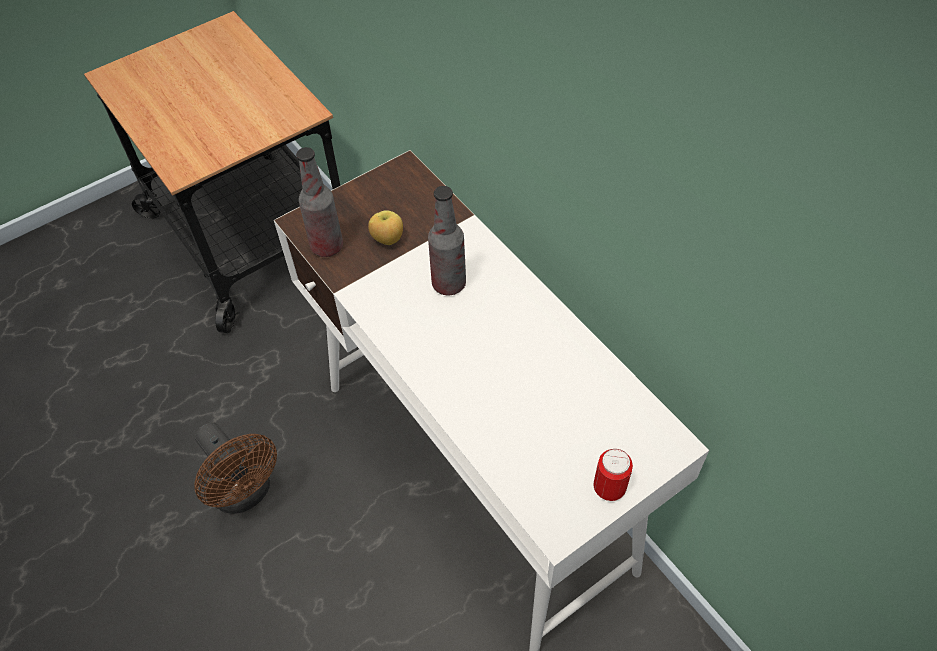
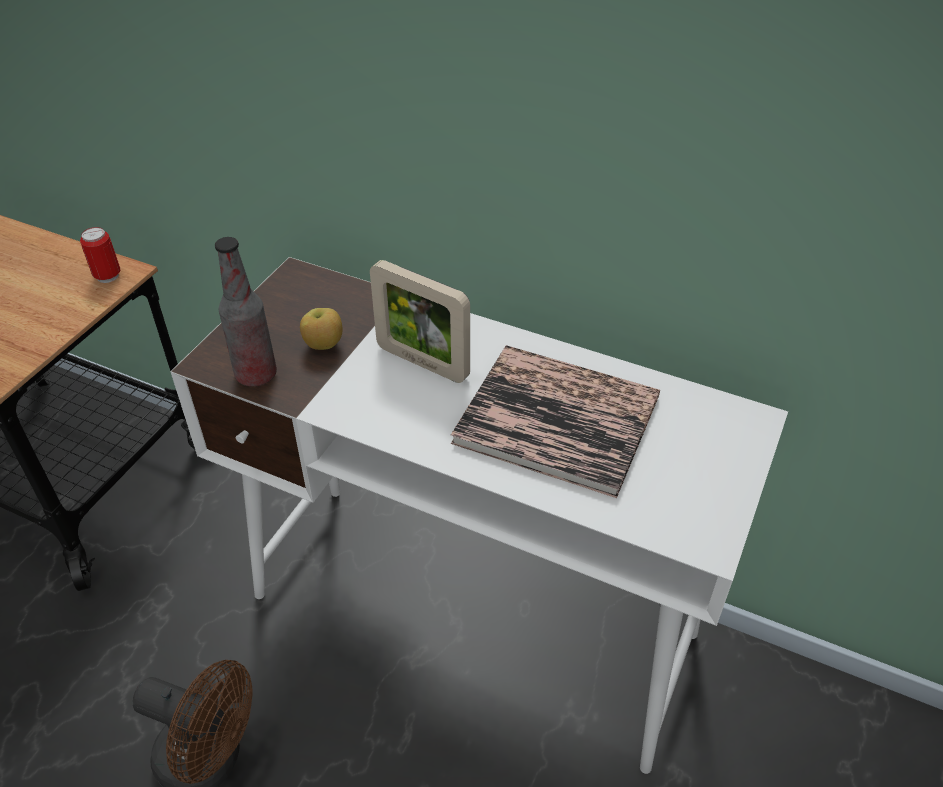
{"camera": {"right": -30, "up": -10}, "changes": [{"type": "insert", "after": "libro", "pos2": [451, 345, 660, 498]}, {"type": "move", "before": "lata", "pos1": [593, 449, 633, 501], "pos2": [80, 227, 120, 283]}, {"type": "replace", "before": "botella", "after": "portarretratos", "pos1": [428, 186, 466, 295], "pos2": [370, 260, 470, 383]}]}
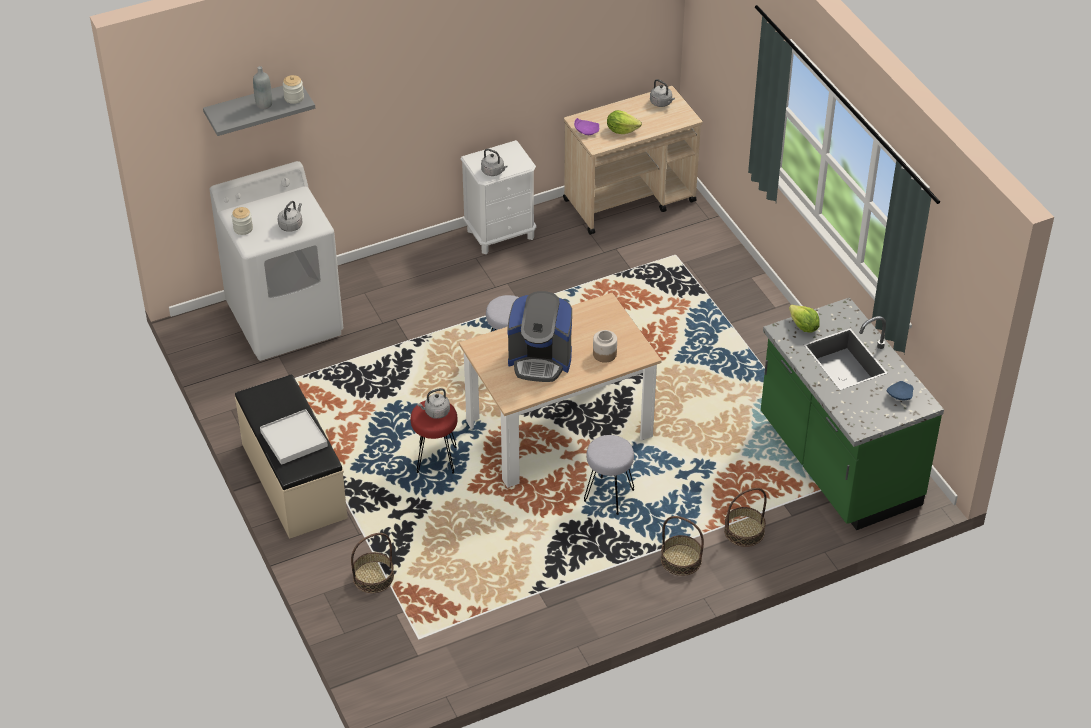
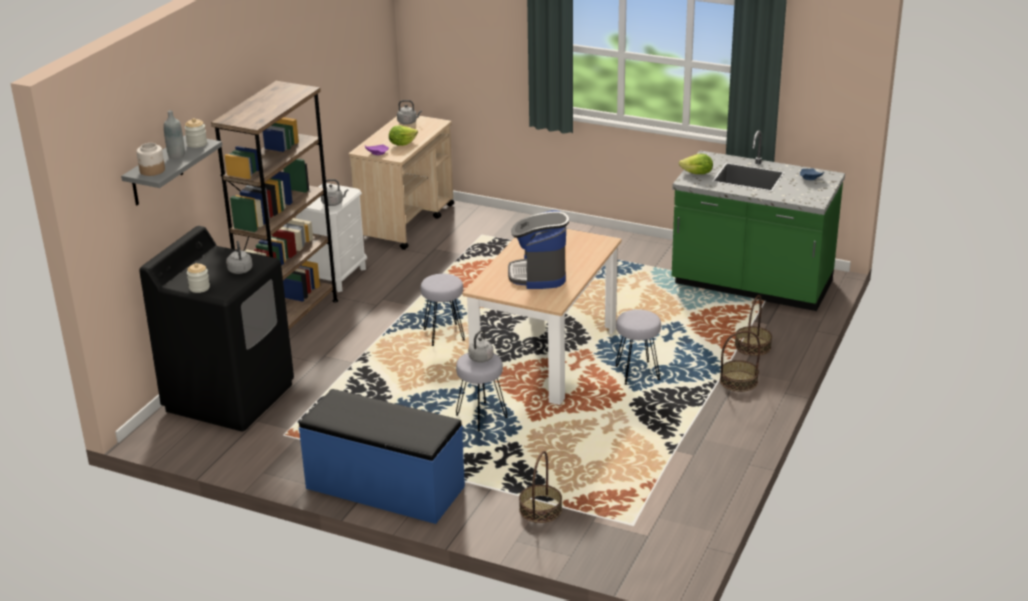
{"camera": {"right": -40, "up": -15}, "changes": [{"type": "delete", "before": "bandeja [blanco]", "pos1": [260, 409, 328, 465]}, {"type": "insert", "after": "estantería [marrón]", "pos2": [211, 81, 338, 329]}, {"type": "move", "before": "tarro", "pos1": [593, 330, 617, 363], "pos2": [136, 143, 165, 176]}, {"type": "recolor", "before": "lavadora [blanco]", "after": "lavadora [negro]", "pos1": [209, 161, 343, 361], "pos2": [139, 226, 294, 432]}, {"type": "recolor", "before": "banco [beis]", "after": "banco [azul]", "pos1": [235, 375, 348, 539], "pos2": [299, 389, 465, 524]}, {"type": "recolor", "before": "taburete [rojo]", "after": "taburete [gris]", "pos1": [411, 400, 458, 474], "pos2": [456, 353, 508, 432]}, {"type": "rotate", "before": "cafetera", "pos1": [507, 291, 572, 382], "pos2": [508, 210, 569, 289], "turn": 120}]}
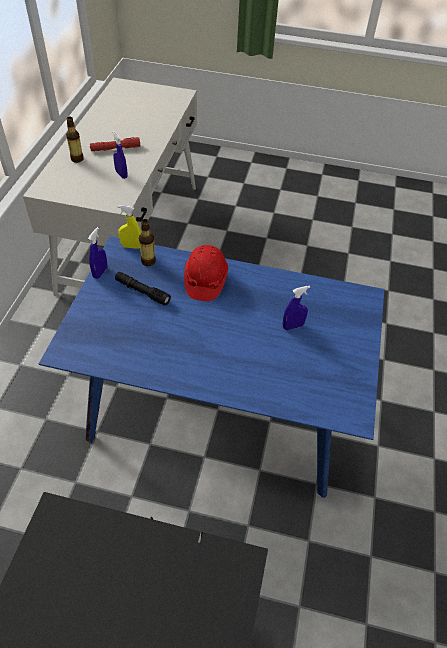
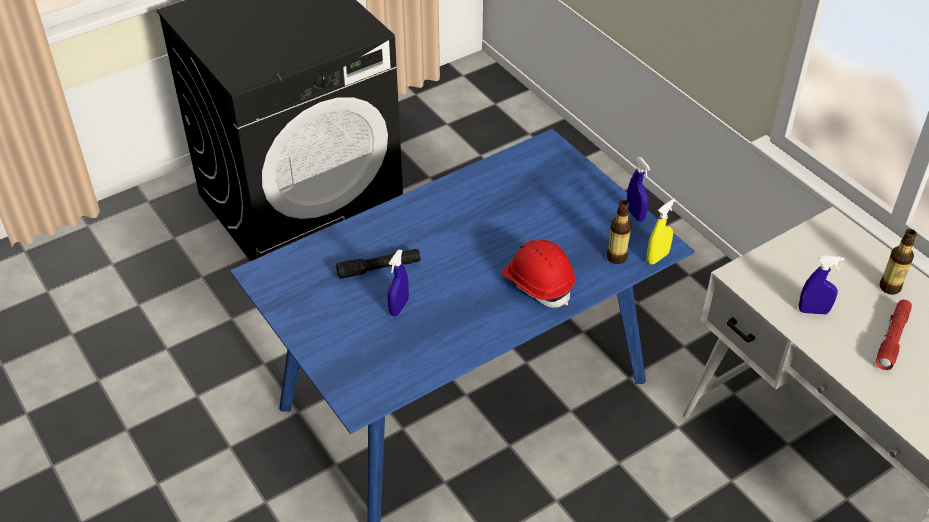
{"camera": {"right": 135, "up": -5}, "changes": [{"type": "move", "before": "linterna [negro]", "pos1": [115, 272, 171, 305], "pos2": [336, 249, 421, 279]}]}
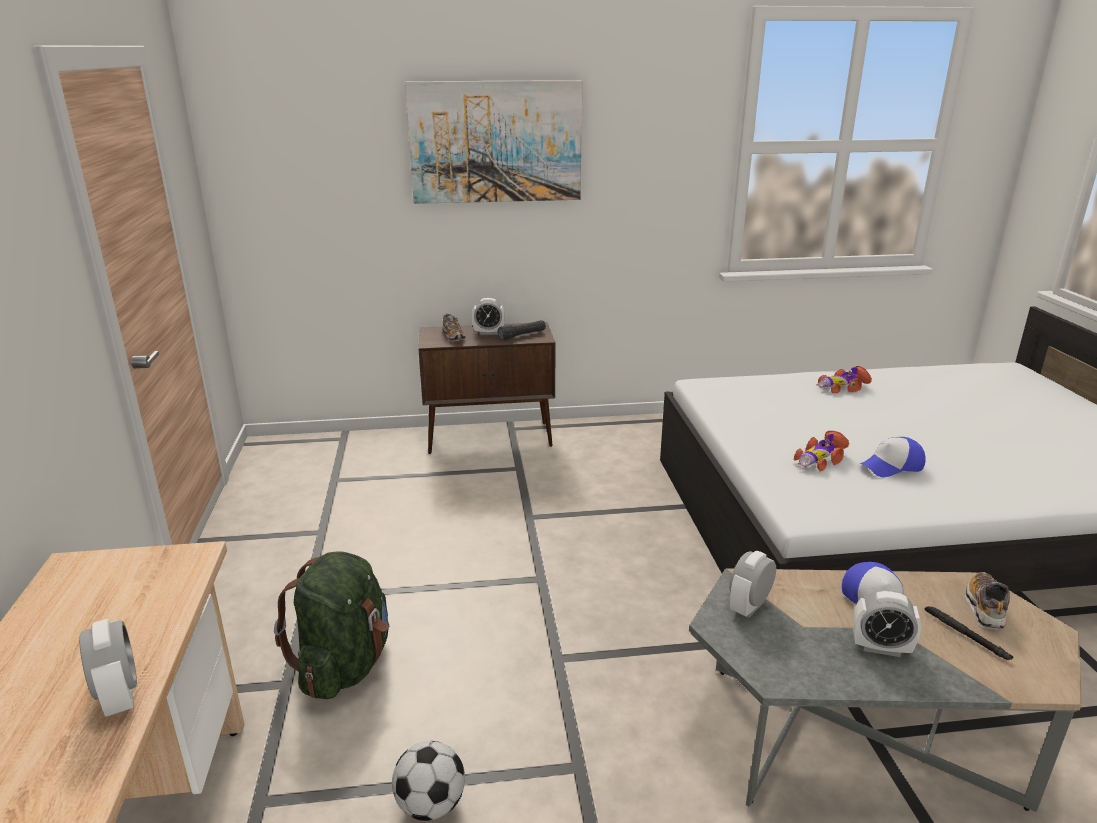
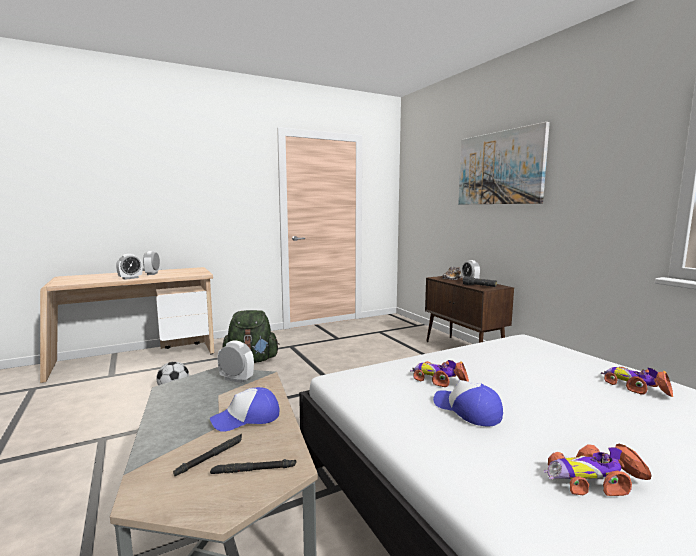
{"camera": {"right": 70, "up": -15}, "changes": [{"type": "insert", "after": "coche de juguete", "pos2": [544, 444, 652, 496]}, {"type": "move", "before": "despertador", "pos1": [853, 590, 922, 657], "pos2": [143, 251, 160, 275]}, {"type": "replace", "before": "zapato", "after": "linterna [negro]", "pos1": [965, 572, 1010, 630], "pos2": [210, 459, 297, 474]}]}
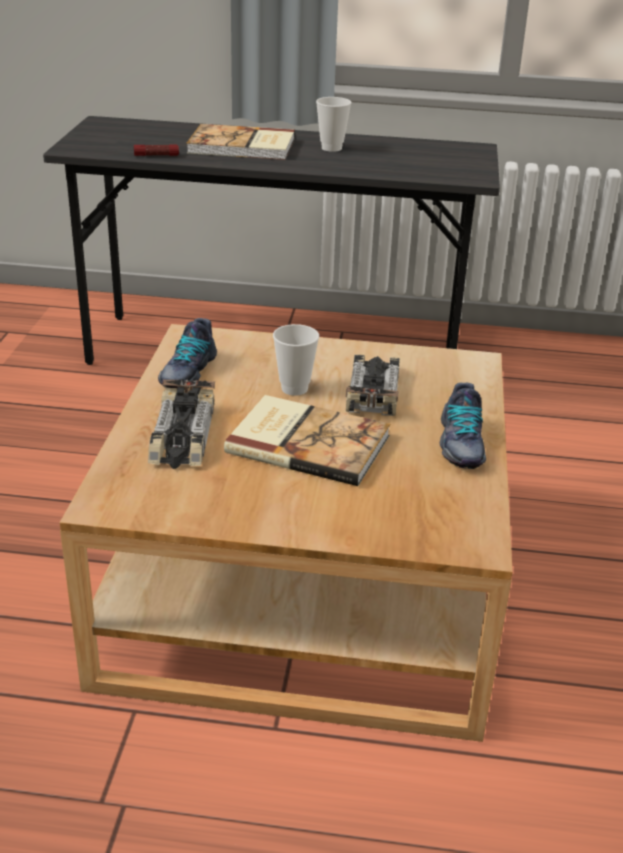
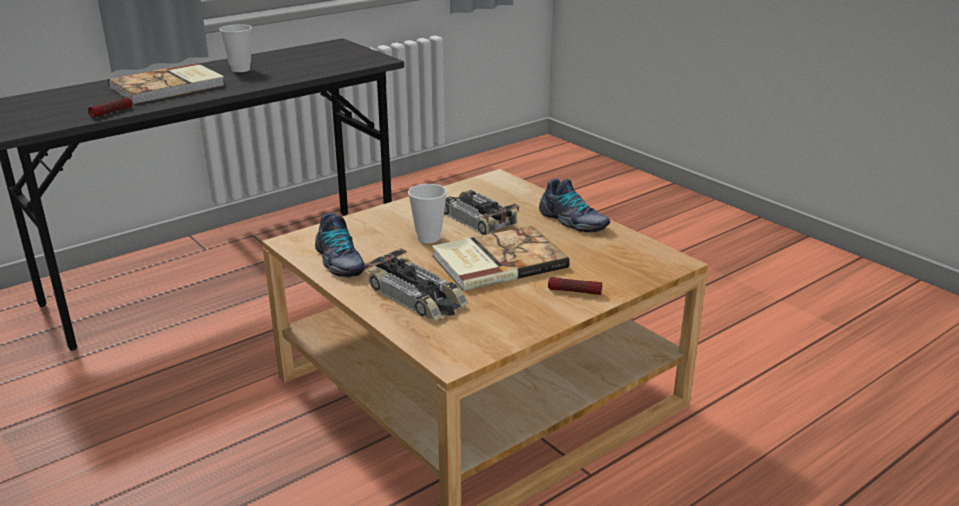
{"camera": {"right": -45, "up": -5}, "changes": [{"type": "insert", "after": "linterna", "pos2": [548, 277, 602, 295]}]}
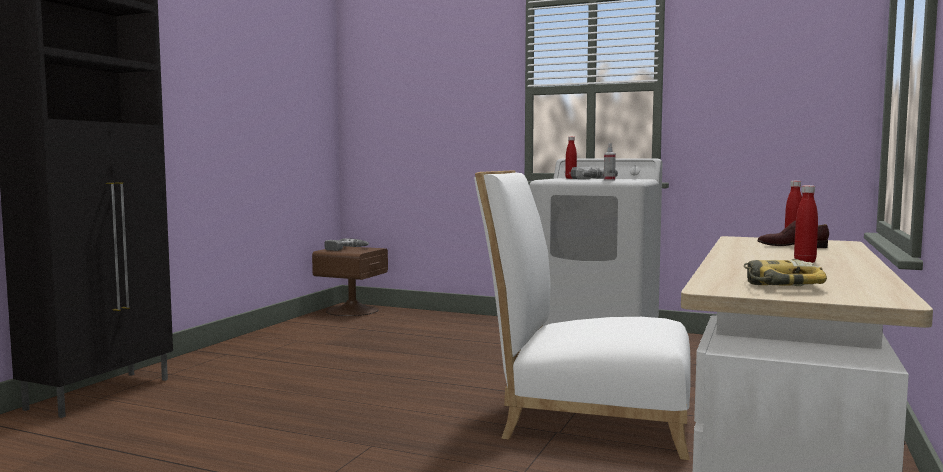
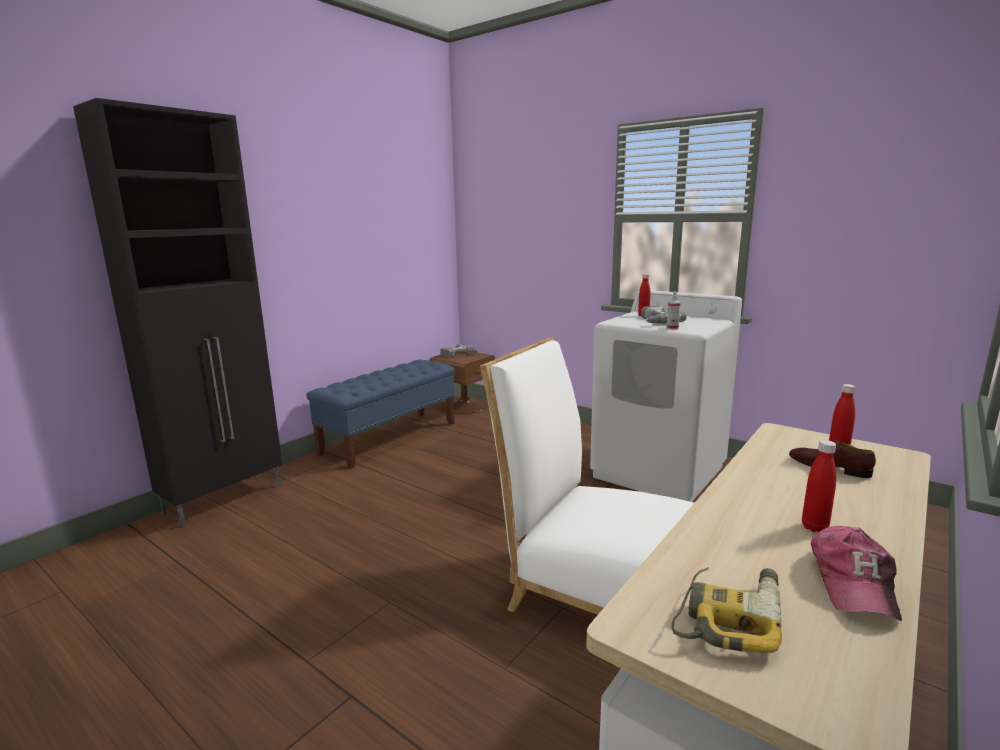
{"camera": {"right": 15, "up": 10}, "changes": [{"type": "insert", "after": "banco [azul]", "pos2": [306, 360, 455, 469]}, {"type": "insert", "after": "gorra", "pos2": [811, 526, 902, 621]}]}
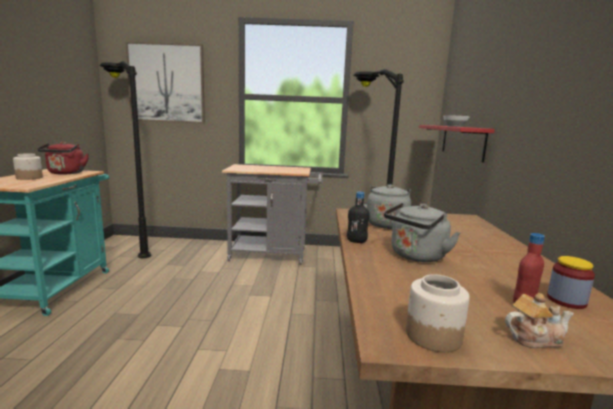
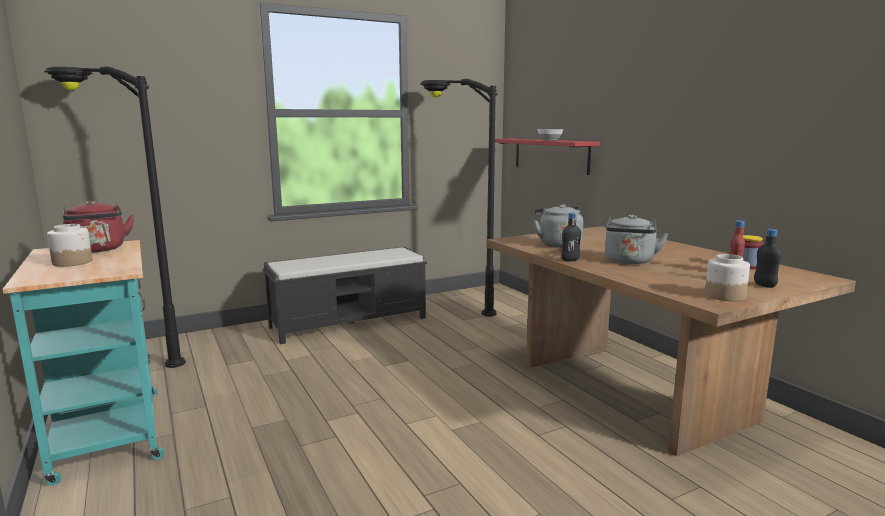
{"camera": {"right": -30, "up": 0}, "changes": [{"type": "delete", "before": "cuadro", "pos1": [125, 41, 205, 124]}, {"type": "replace", "before": "carrito [gris]", "after": "banco [negro]", "pos1": [222, 164, 323, 265], "pos2": [263, 247, 427, 344]}, {"type": "replace", "before": "tetera", "after": "botella [negro]", "pos1": [505, 293, 574, 348], "pos2": [754, 229, 782, 288]}]}
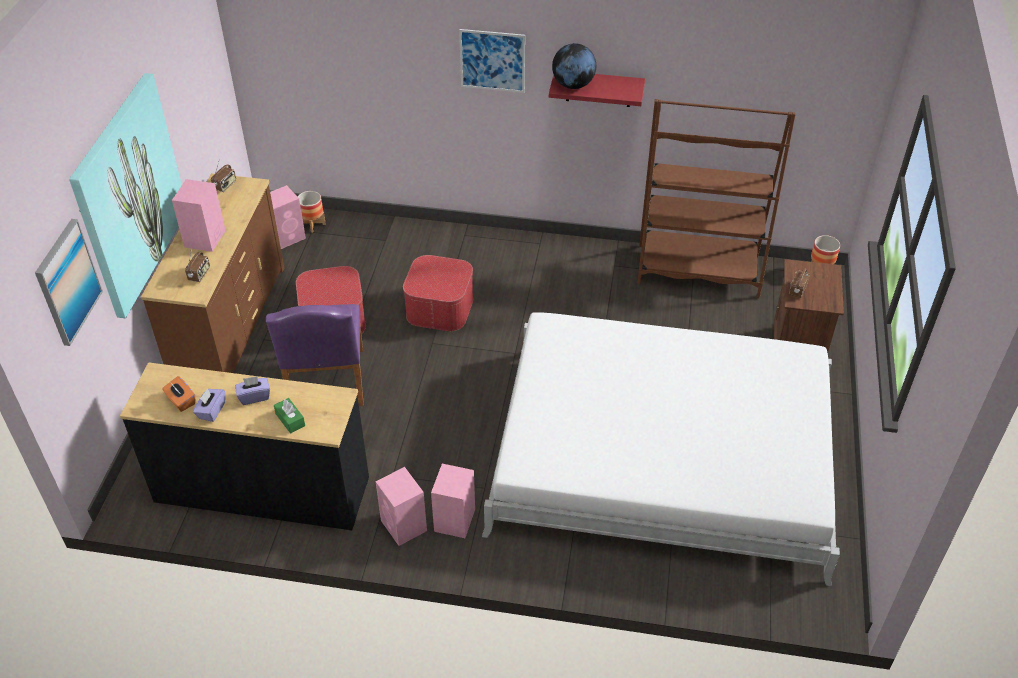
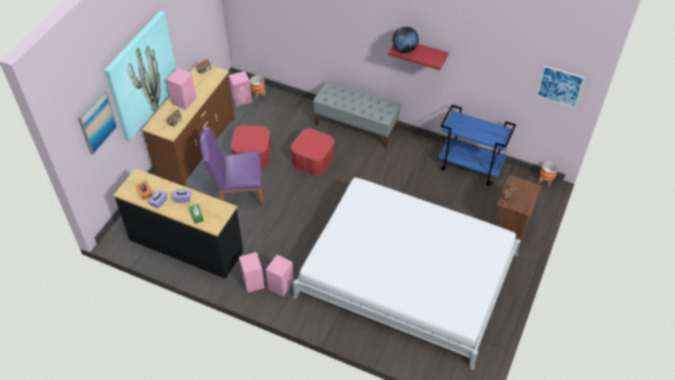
{"camera": {"right": 15, "up": 5}, "changes": [{"type": "insert", "after": "banco [gris]", "pos2": [313, 81, 401, 149]}, {"type": "move", "before": "cuadro", "pos1": [459, 29, 525, 93], "pos2": [536, 65, 585, 108]}, {"type": "replace", "before": "estantería [marrón]", "after": "carrito [azul]", "pos1": [637, 99, 795, 298], "pos2": [438, 105, 516, 186]}, {"type": "rotate", "before": "silla [morado]", "pos1": [266, 304, 364, 406], "pos2": [200, 127, 264, 207], "turn": 75}]}
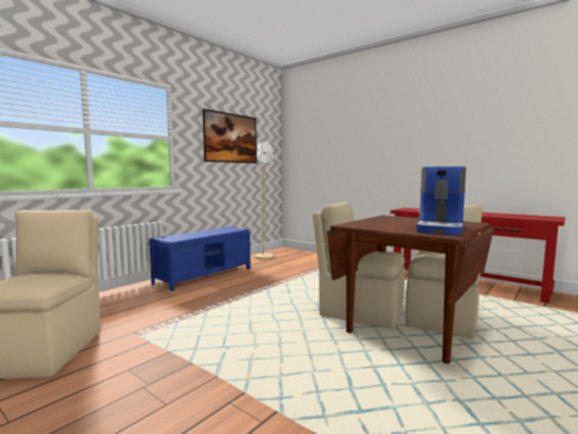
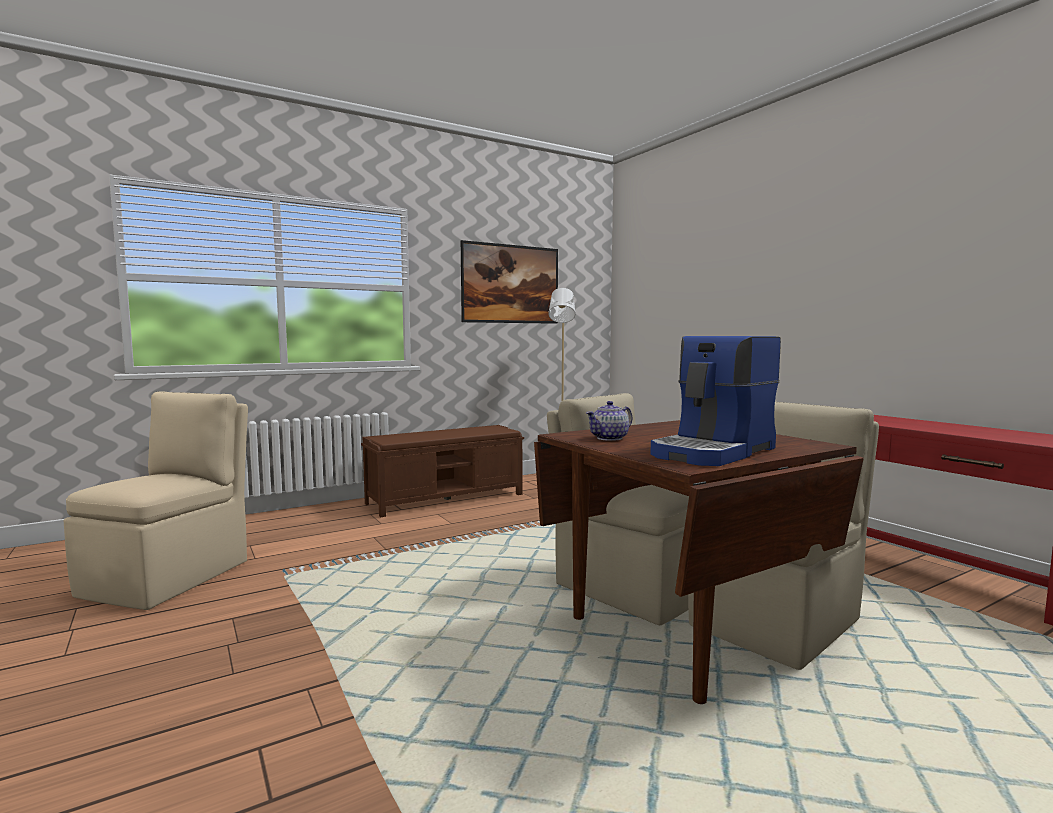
{"camera": {"right": 20, "up": 0}, "changes": [{"type": "insert", "after": "tetera", "pos2": [586, 401, 632, 441]}, {"type": "recolor", "before": "banco [azul]", "after": "banco [marrón]", "pos1": [148, 227, 251, 291], "pos2": [361, 425, 524, 517]}]}
